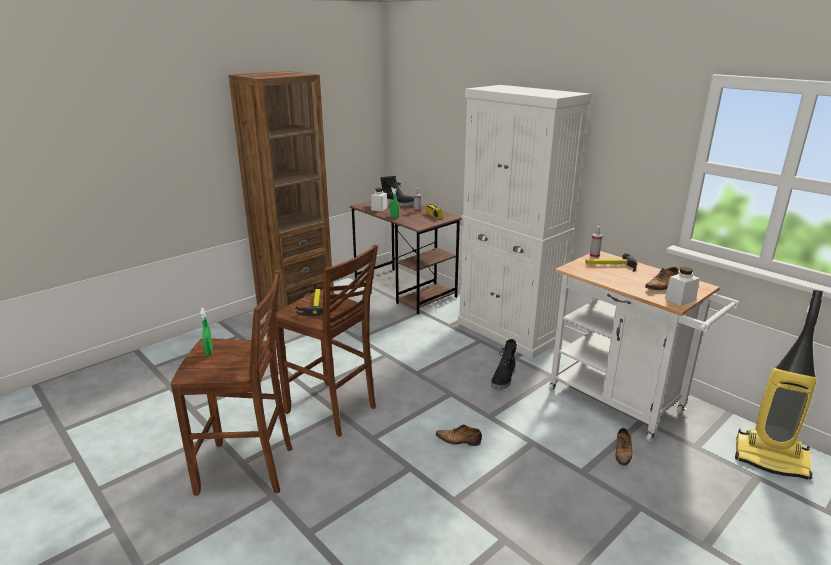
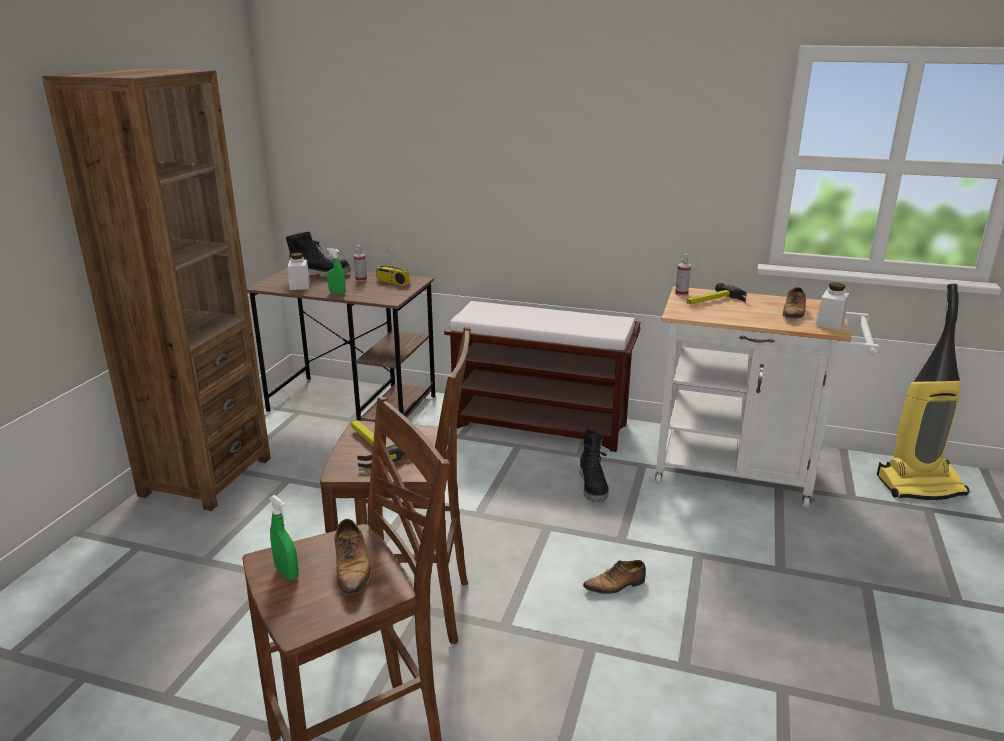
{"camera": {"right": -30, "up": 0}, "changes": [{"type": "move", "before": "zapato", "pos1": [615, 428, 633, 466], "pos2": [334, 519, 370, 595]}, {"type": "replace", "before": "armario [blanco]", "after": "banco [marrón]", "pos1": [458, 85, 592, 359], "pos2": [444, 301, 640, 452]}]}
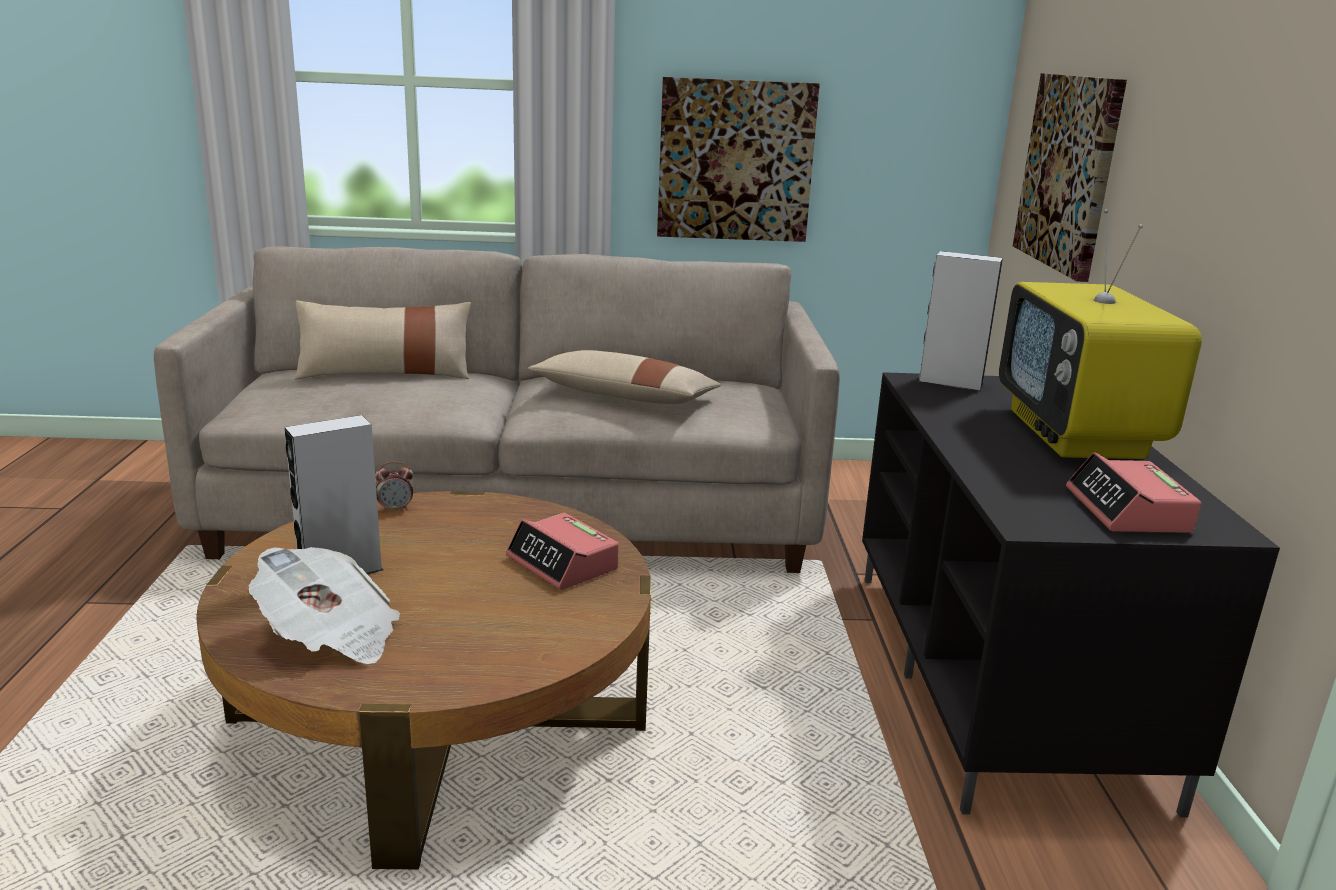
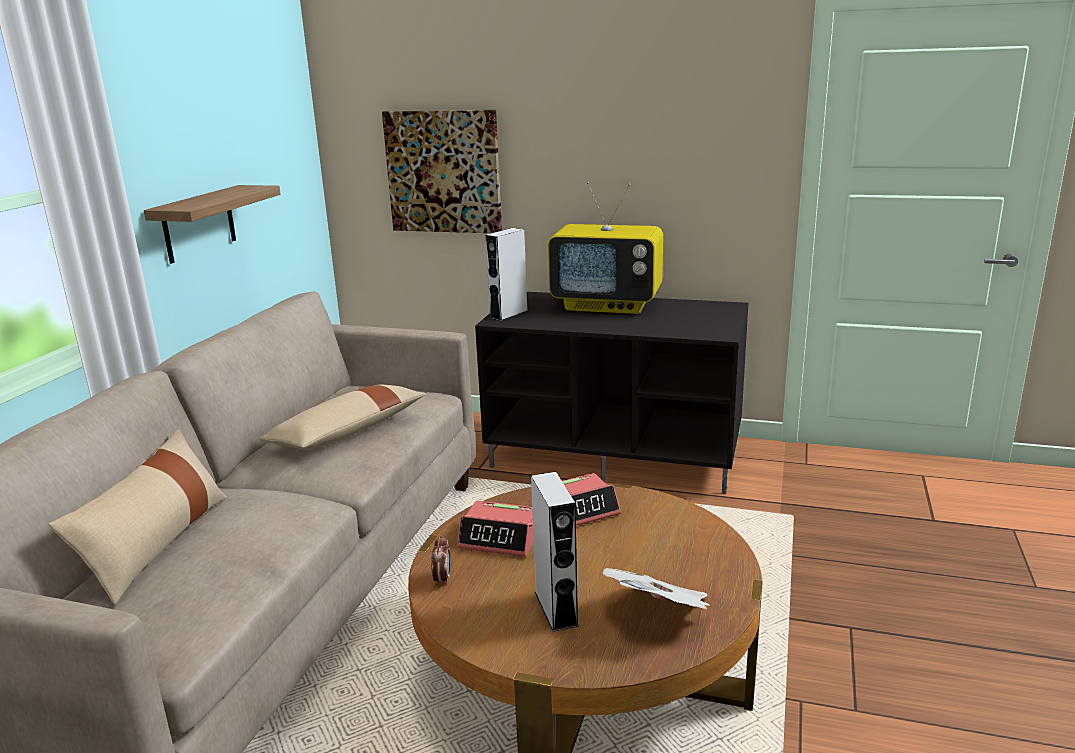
{"camera": {"right": -70, "up": 0}, "changes": [{"type": "move", "before": "despertador", "pos1": [1066, 453, 1201, 533], "pos2": [457, 501, 534, 557]}, {"type": "replace", "before": "cuadro", "after": "estante", "pos1": [657, 77, 820, 242], "pos2": [144, 185, 281, 264]}]}
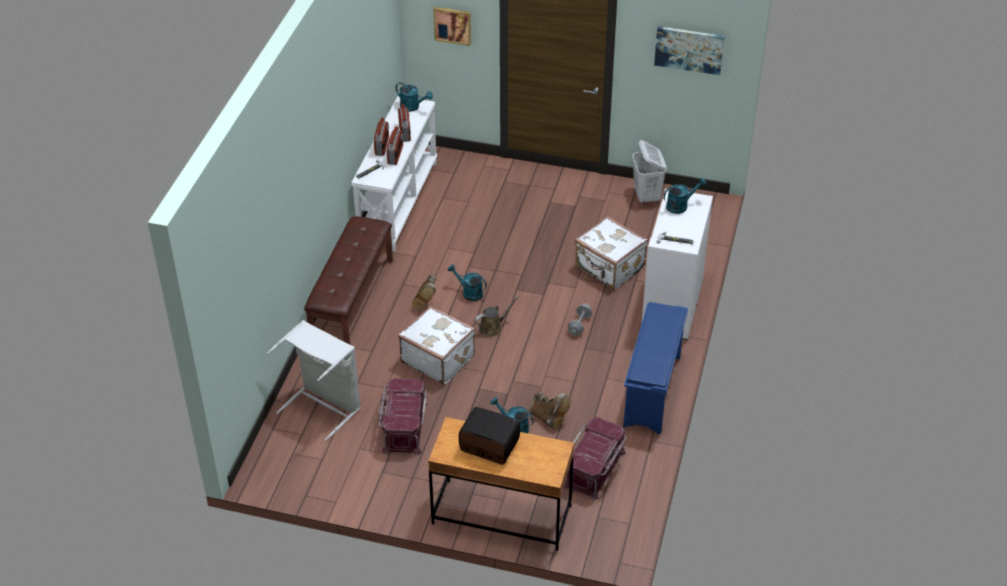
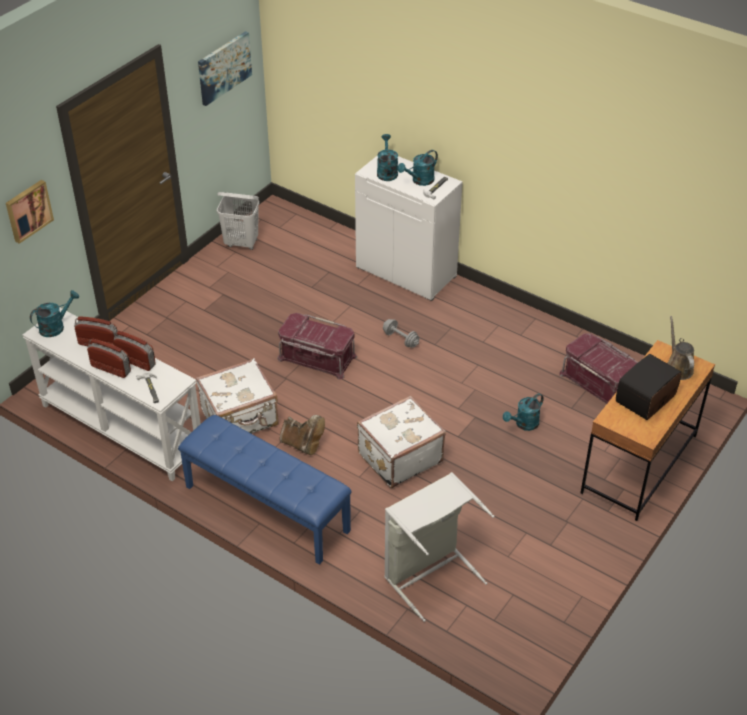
{"camera": {"right": -70, "up": 0}, "changes": [{"type": "delete", "before": "bota [marrón]", "pos1": [529, 391, 571, 429]}, {"type": "delete", "before": "zapatero [azul]", "pos1": [623, 302, 688, 434]}, {"type": "move", "before": "caja de almacenaje [rojo]", "pos1": [379, 378, 428, 455], "pos2": [277, 313, 357, 380]}, {"type": "move", "before": "regadera [turquesa]", "pos1": [448, 264, 487, 301], "pos2": [398, 150, 438, 186]}, {"type": "move", "before": "regadera [marrón]", "pos1": [475, 296, 519, 337], "pos2": [667, 316, 694, 380]}, {"type": "move", "before": "maleta [blanco]", "pos1": [575, 216, 648, 290], "pos2": [196, 358, 279, 434]}, {"type": "recolor", "before": "banco [marrón]", "after": "banco [azul]", "pos1": [304, 216, 393, 345], "pos2": [178, 415, 351, 565]}]}
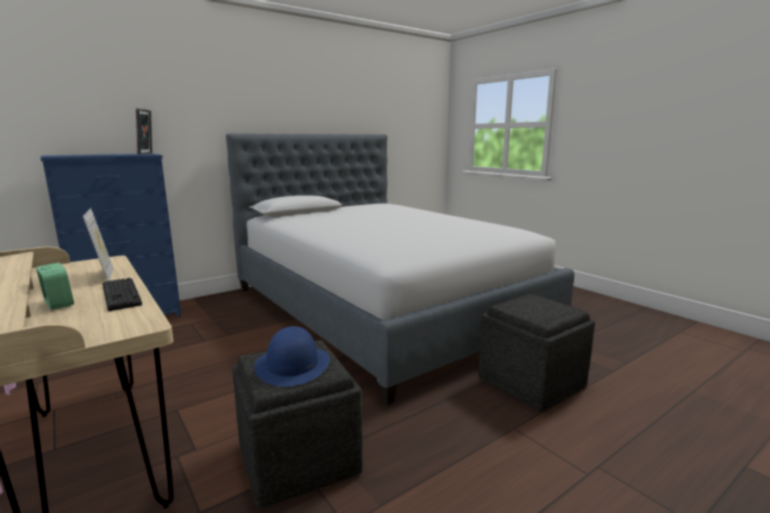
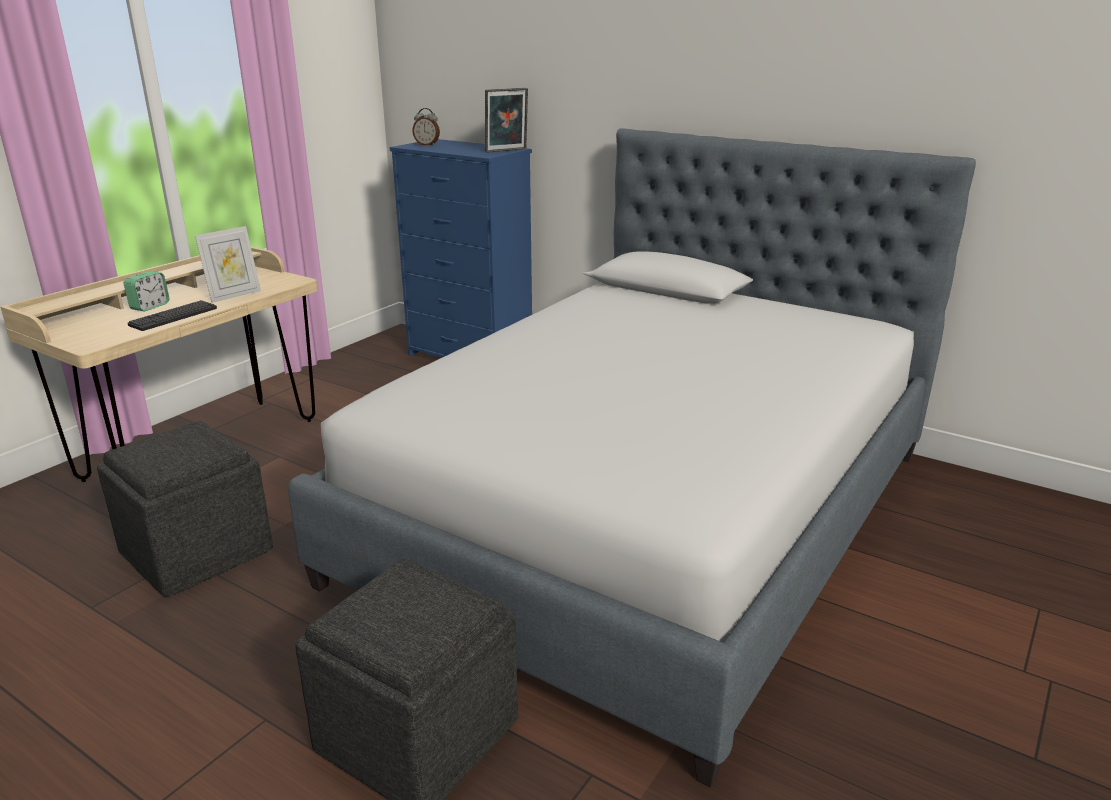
{"camera": {"right": 70, "up": 10}, "changes": [{"type": "delete", "before": "sombrero [azul]", "pos1": [254, 326, 330, 386]}, {"type": "insert", "after": "despertador", "pos2": [412, 108, 440, 146]}]}
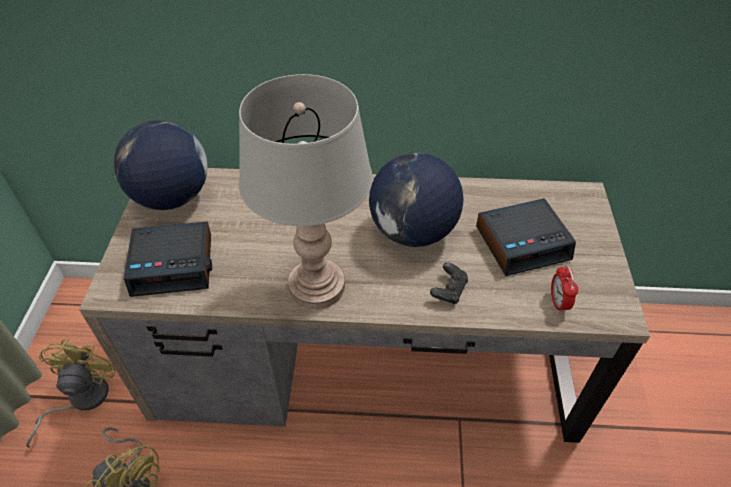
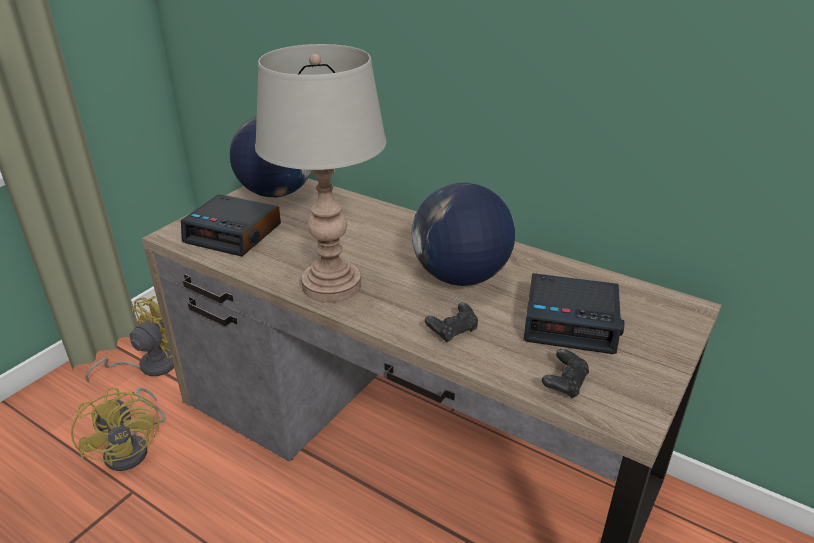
{"camera": {"right": 30, "up": -15}, "changes": [{"type": "replace", "before": "despertador", "after": "mando de consola [negro]", "pos1": [551, 265, 578, 313], "pos2": [542, 349, 589, 399]}]}
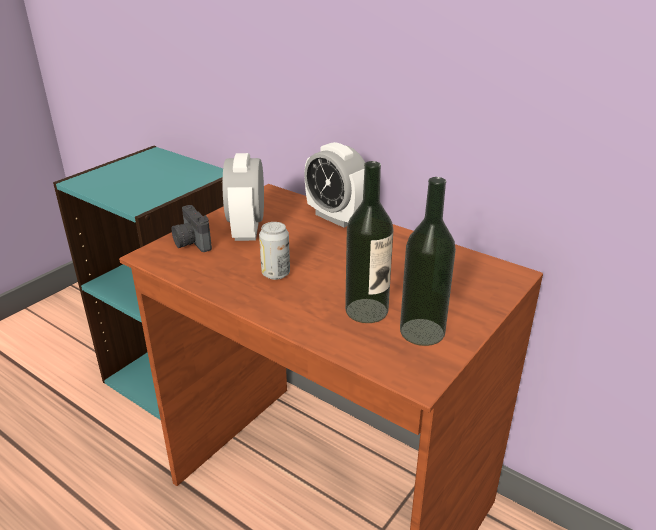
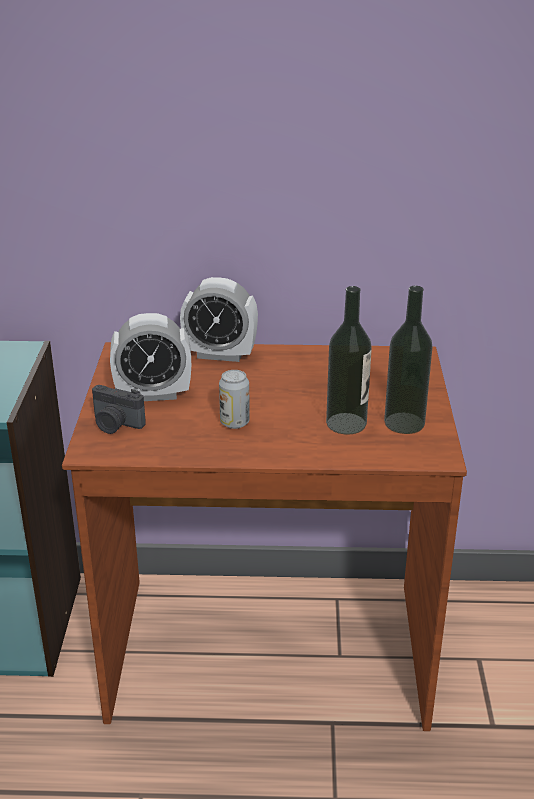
{"camera": {"right": -35, "up": 0}, "changes": [{"type": "rotate", "before": "despertador", "pos1": [222, 153, 264, 241], "pos2": [110, 313, 191, 401], "turn": -60}]}
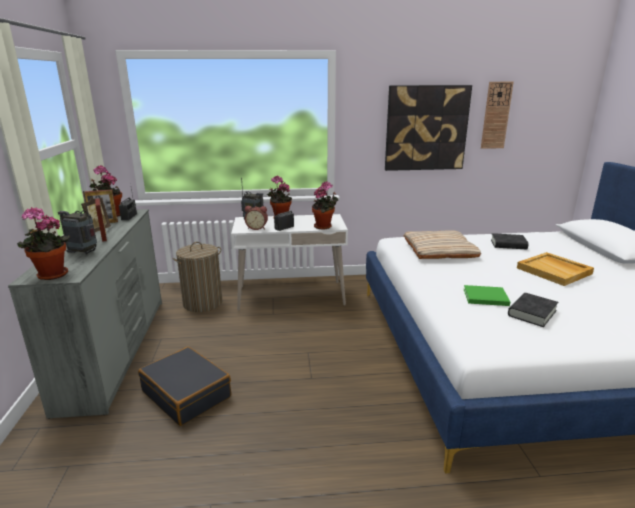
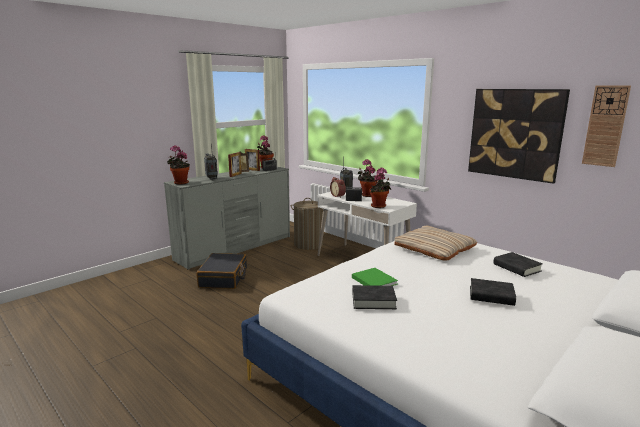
{"camera": {"right": 50, "up": -5}, "changes": [{"type": "replace", "before": "bandeja [beis]", "after": "libro [negro]", "pos1": [517, 252, 594, 286], "pos2": [470, 278, 516, 306]}]}
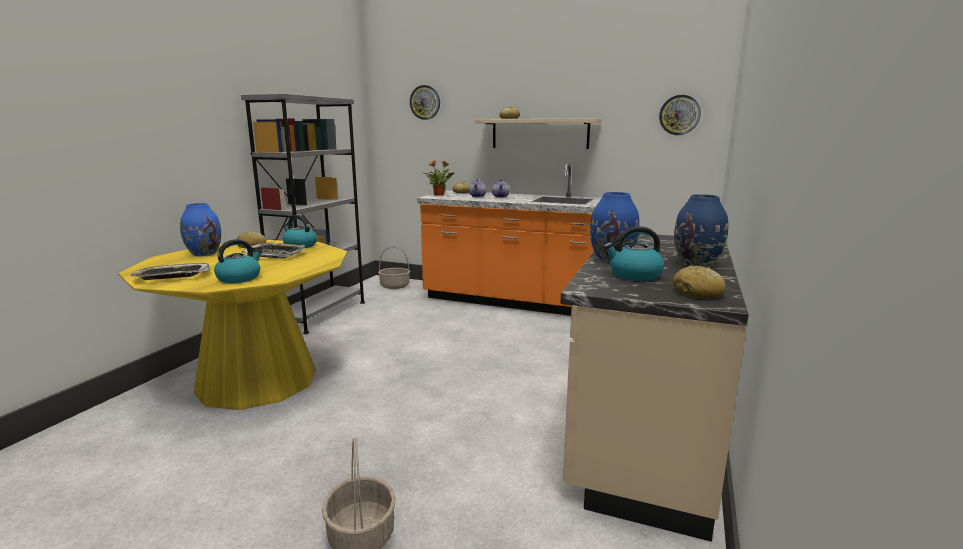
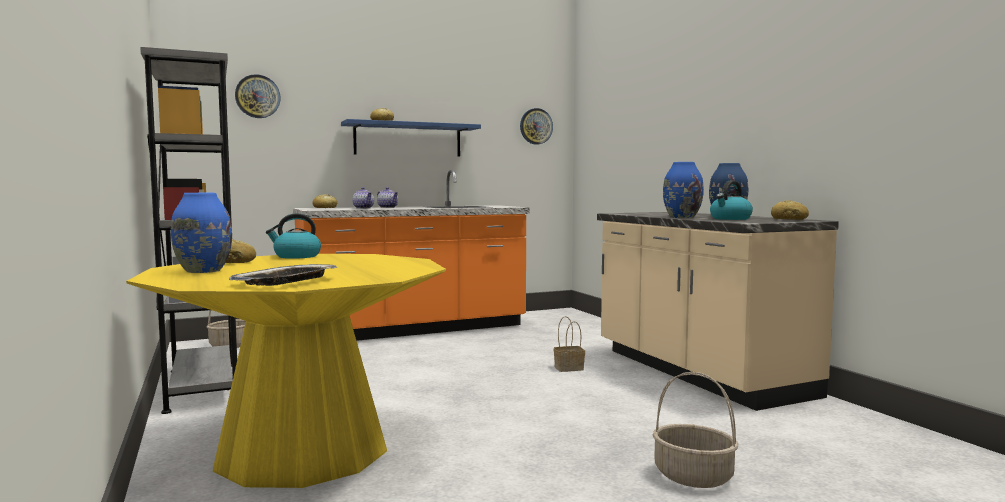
{"camera": {"right": -45, "up": -10}, "changes": [{"type": "delete", "before": "hervidor", "pos1": [214, 239, 262, 283]}, {"type": "delete", "before": "bandeja", "pos1": [241, 243, 305, 259]}, {"type": "delete", "before": "planta en maceta", "pos1": [423, 160, 455, 196]}, {"type": "insert", "after": "cesta", "pos2": [554, 316, 585, 372]}, {"type": "recolor", "before": "estante [beis]", "after": "estante [azul]", "pos1": [474, 118, 602, 149], "pos2": [341, 119, 481, 157]}]}
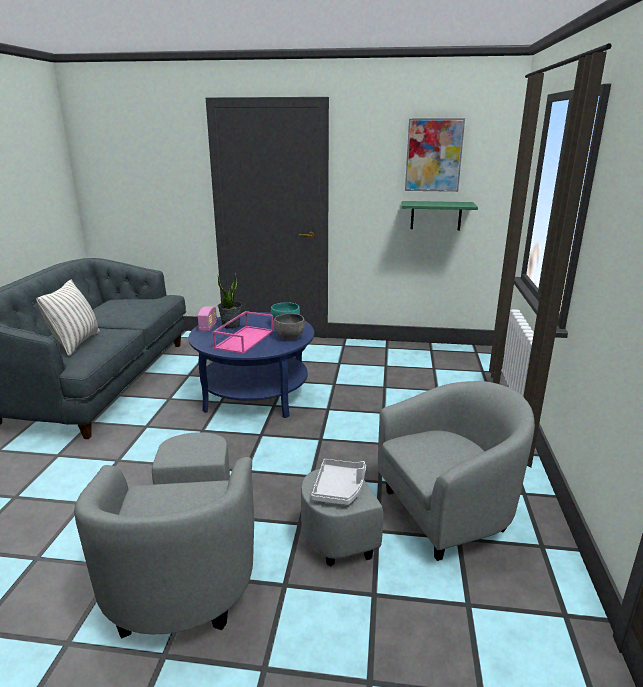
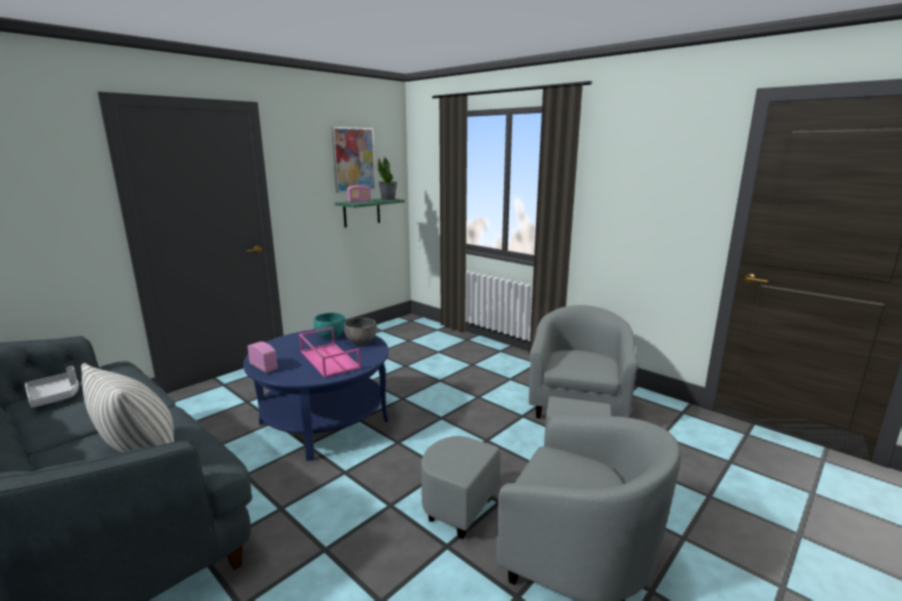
{"camera": {"right": -55, "up": -5}, "changes": [{"type": "insert", "after": "radio", "pos2": [347, 185, 371, 203]}, {"type": "move", "before": "planta en maceta", "pos1": [218, 273, 242, 329], "pos2": [378, 157, 397, 200]}, {"type": "move", "before": "bandeja [gris]", "pos1": [311, 459, 366, 505], "pos2": [25, 366, 79, 408]}]}
